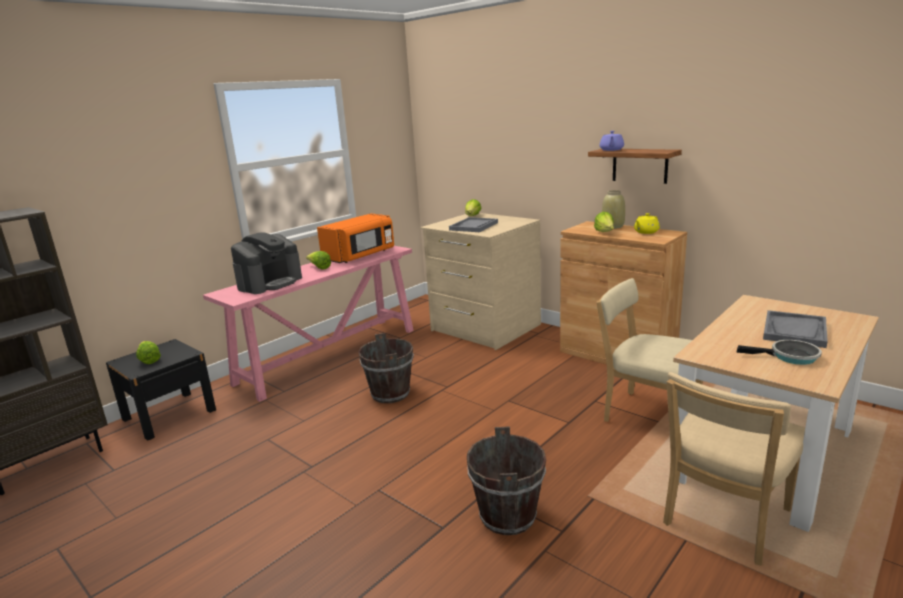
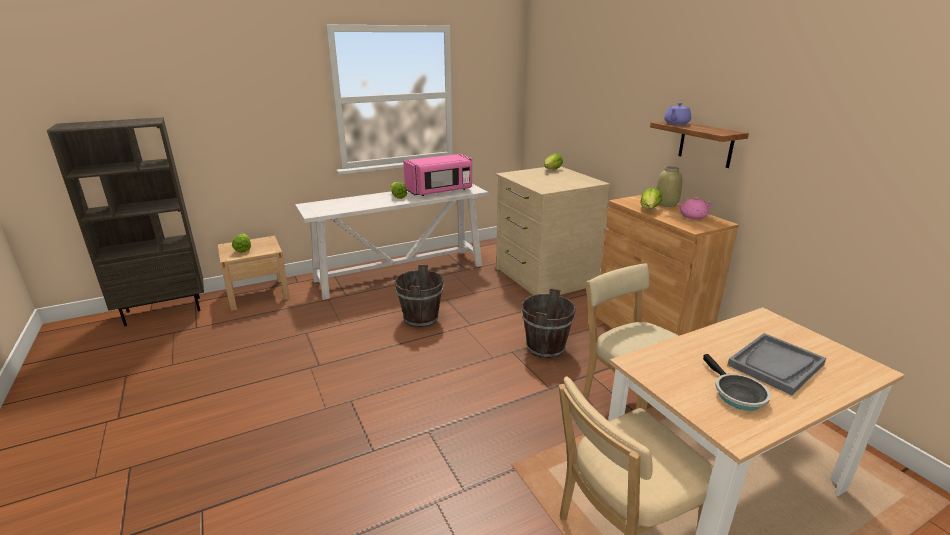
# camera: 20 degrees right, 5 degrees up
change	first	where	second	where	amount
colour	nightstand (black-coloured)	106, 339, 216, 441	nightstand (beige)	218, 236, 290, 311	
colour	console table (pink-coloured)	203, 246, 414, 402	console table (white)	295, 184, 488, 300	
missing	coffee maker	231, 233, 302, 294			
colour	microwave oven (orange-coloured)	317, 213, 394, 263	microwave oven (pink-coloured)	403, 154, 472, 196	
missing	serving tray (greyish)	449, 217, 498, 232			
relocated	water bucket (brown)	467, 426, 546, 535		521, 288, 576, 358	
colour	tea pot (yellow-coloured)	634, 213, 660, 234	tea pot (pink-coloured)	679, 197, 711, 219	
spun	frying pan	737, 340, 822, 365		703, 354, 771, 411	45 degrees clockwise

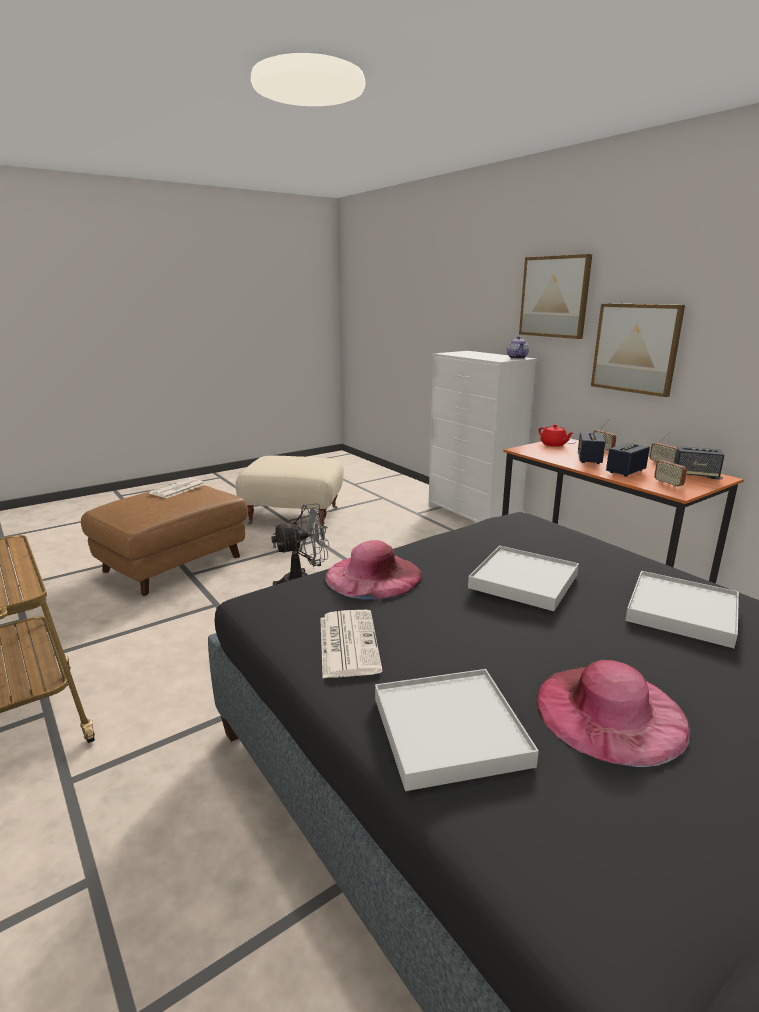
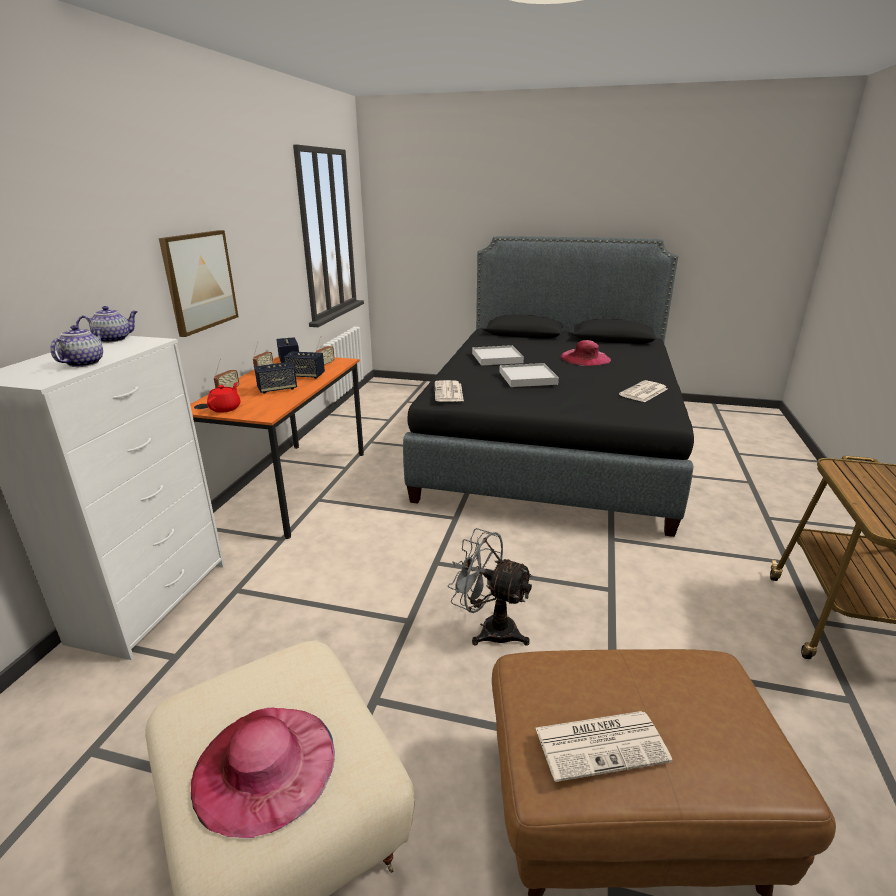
# camera: 130 degrees left, 5 degrees up
change	first	where	second	where	amount
relocated	hat (pink-coloured)	325, 540, 423, 600		191, 708, 335, 838	
missing	serving tray (white)	375, 669, 539, 791			
missing	wall picture	519, 254, 592, 339			
appeared			tea pot	50, 325, 103, 367	
appeared			printed paper	435, 380, 464, 402	

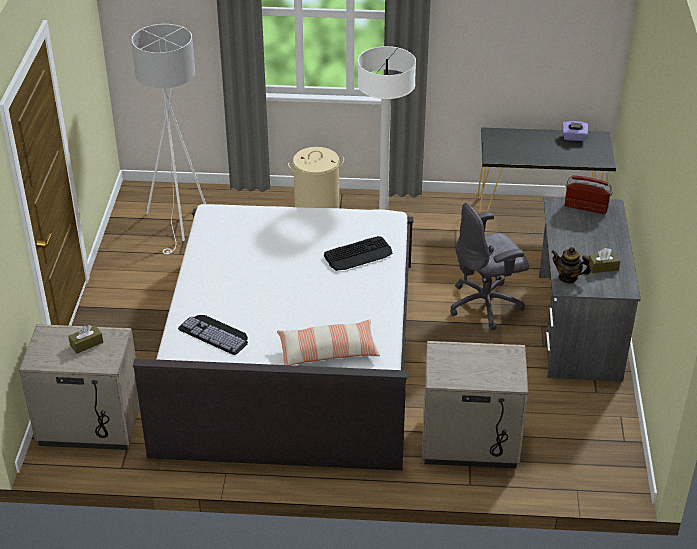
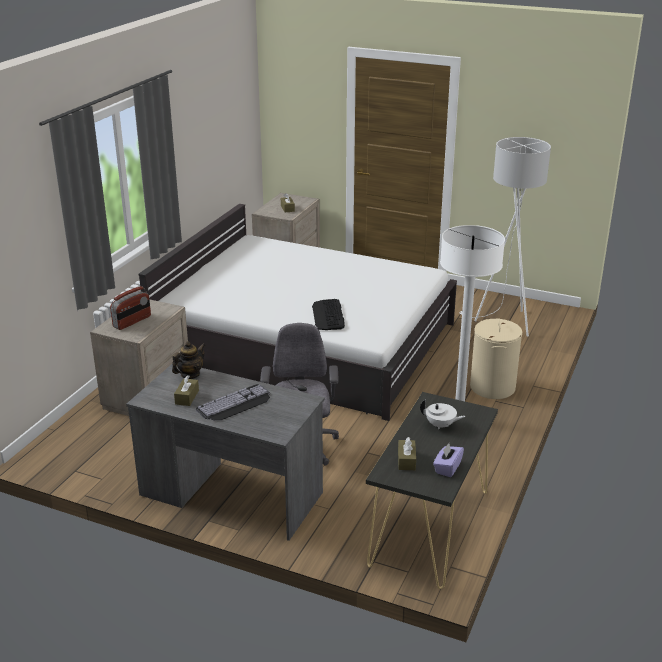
# camera: 110 degrees right, 10 degrees down
change	first	where	second	where	amount
relocated	PC keyboard	178, 315, 248, 355		196, 384, 270, 420	
missing	pillow	277, 319, 380, 365			
relocated	radio receiver	565, 175, 612, 214		110, 286, 151, 330	
appeared			tissue holder (brown)	398, 437, 416, 470	
appeared			tea pot (white)	420, 399, 465, 430	

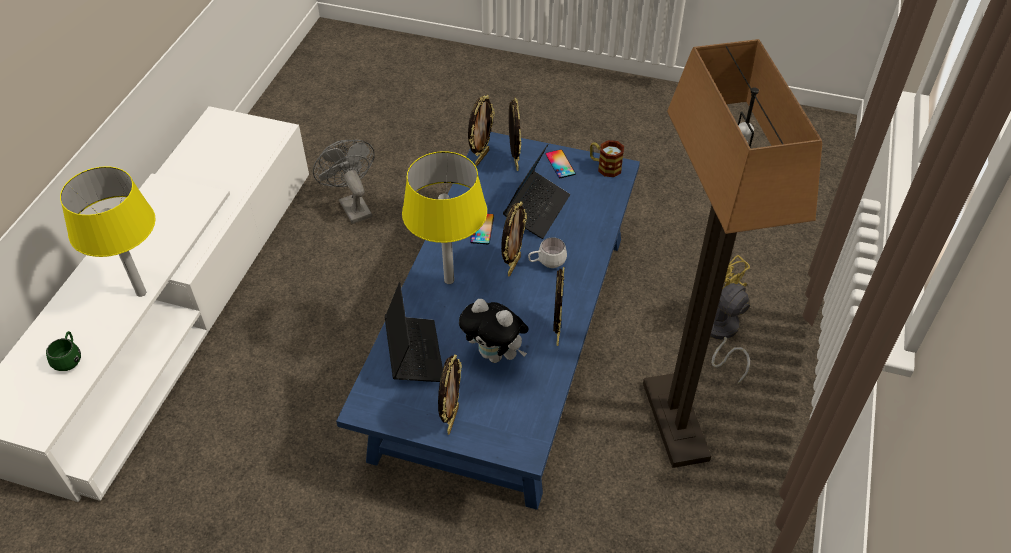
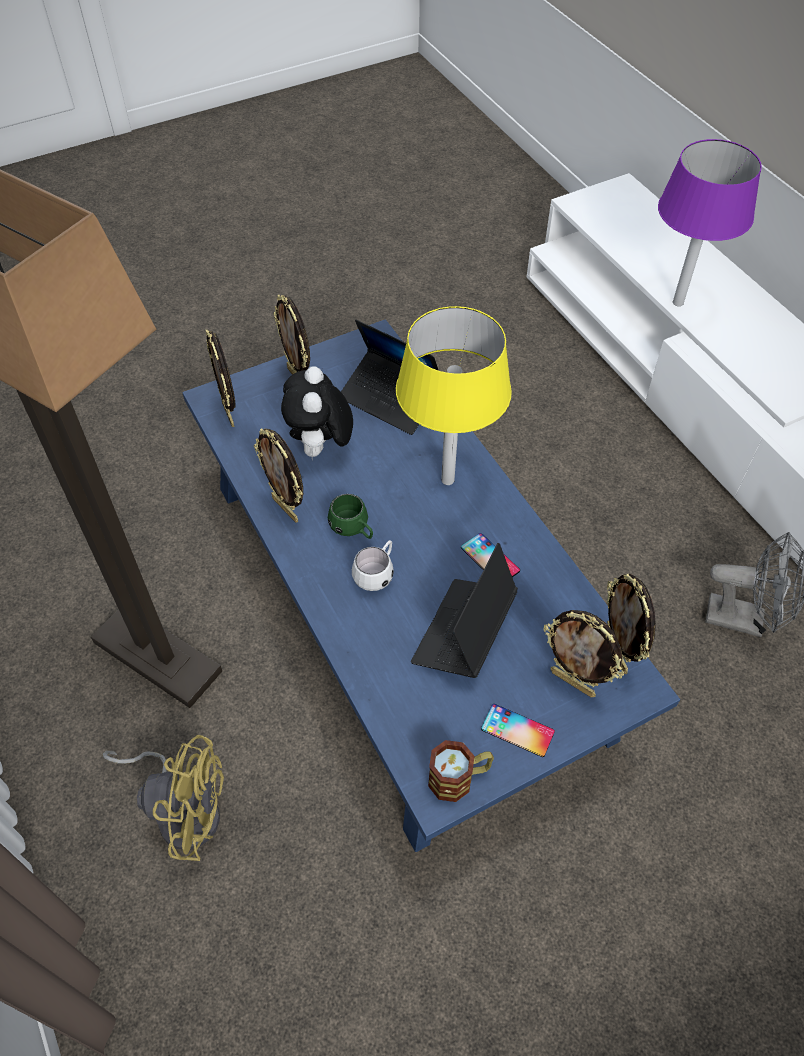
# camera: 135 degrees right, 5 degrees up
change	first	where	second	where	amount
relocated	tea mug (green-coloured)	46, 331, 81, 371		328, 494, 373, 539	
colour	table lamp (yellow-coloured)	60, 166, 156, 297	table lamp (purplish)	658, 139, 762, 306	
spun	plush toy	459, 299, 529, 363		281, 366, 353, 461	75 degrees counterclockwise
relocated	standing frame	501, 201, 527, 277		206, 330, 236, 427	
spun	portable computer	503, 144, 570, 239		411, 543, 518, 678	45 degrees clockwise

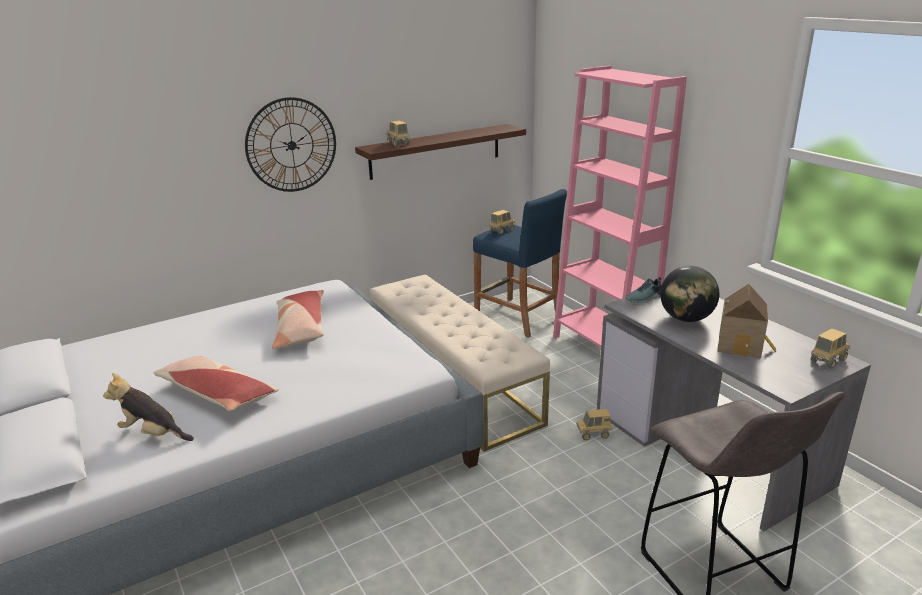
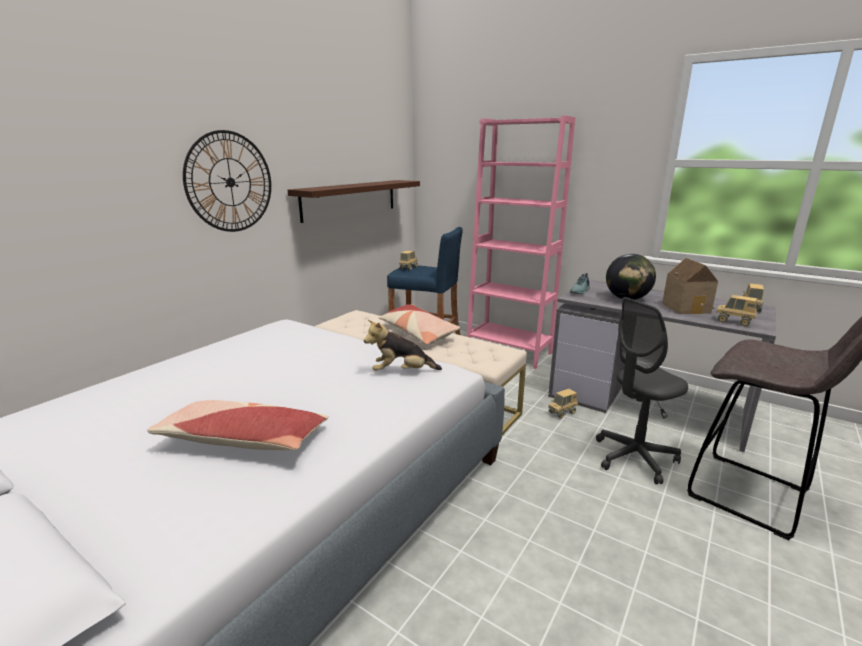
# camera: 25 degrees left, 5 degrees down
change	first	where	second	where	amount
relocated	plush toy	103, 373, 194, 441		364, 320, 442, 371	
relocated	pillow	272, 290, 324, 349		379, 304, 460, 345	
relocated	toy lorry	387, 120, 410, 147		716, 295, 757, 327	
appeared			desk chair (greyish)	596, 297, 688, 484	

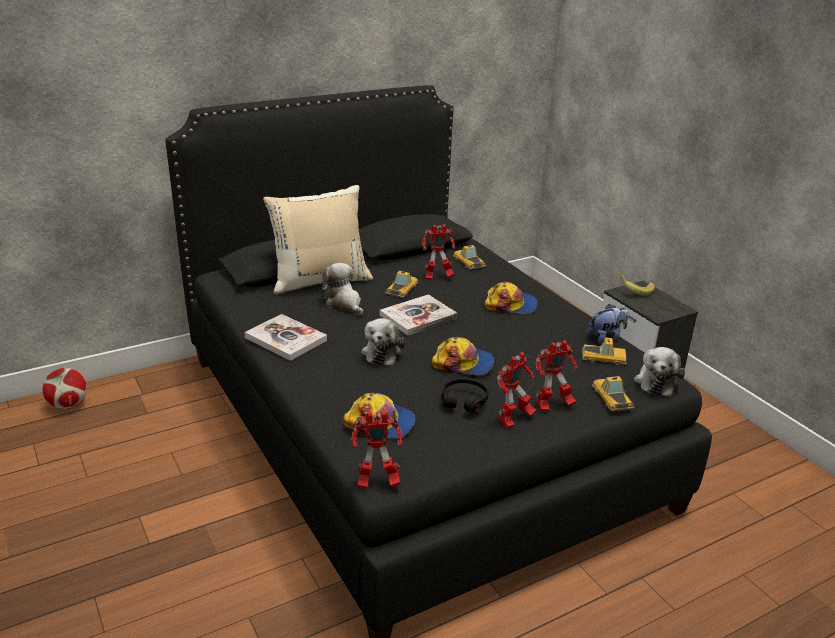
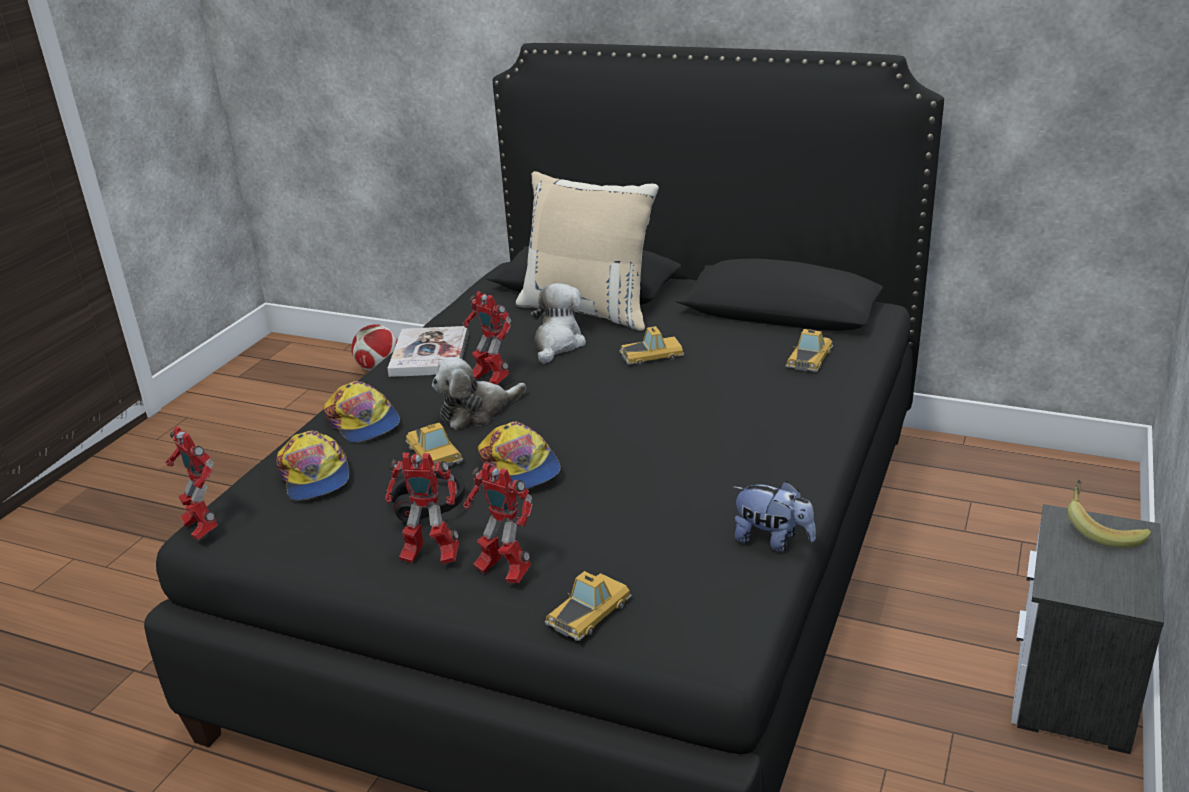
# camera: 55 degrees right, 0 degrees up
change	first	where	second	where	amount
missing	bound book	380, 294, 457, 336			
relocated	toy robot	422, 225, 455, 280		463, 291, 511, 385	
relocated	baseball cap	485, 282, 537, 314		324, 381, 400, 443	
relocated	model car	582, 338, 627, 365		405, 423, 463, 468	
missing	plush toy	634, 347, 685, 396			

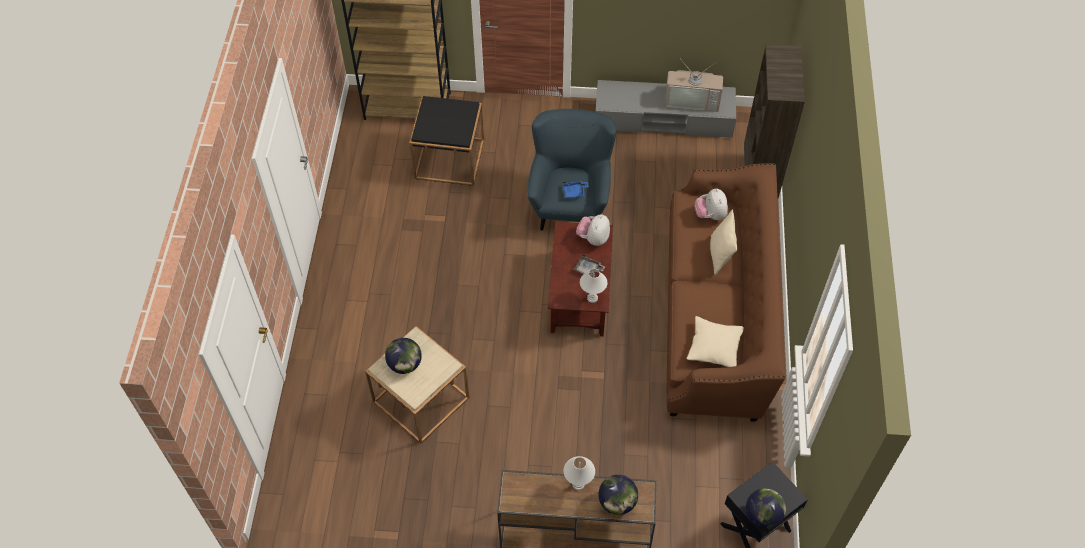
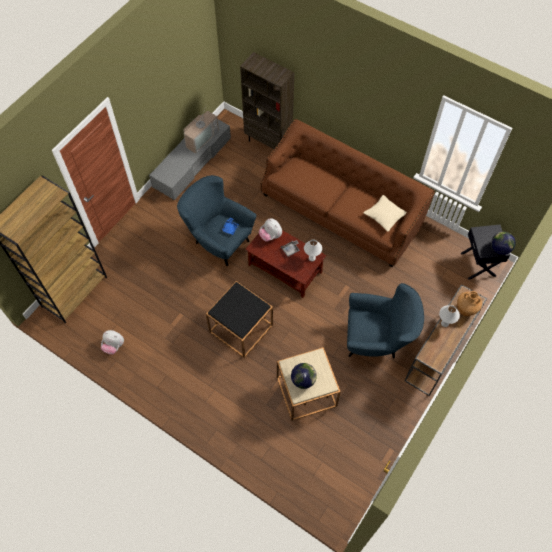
# camera: 60 degrees left, 5 degrees up
change	first	where	second	where	amount
relocated	accent table (black-coloured)	409, 96, 484, 186		206, 281, 273, 358	
exchanged	globe	598, 475, 638, 515	flower vase (brown)	457, 291, 482, 316	
relocated	plush toy	694, 189, 728, 220		101, 330, 124, 355	
missing	pillow (beige)	710, 210, 737, 275			
appeared			easy chair (blue)	347, 283, 424, 359	

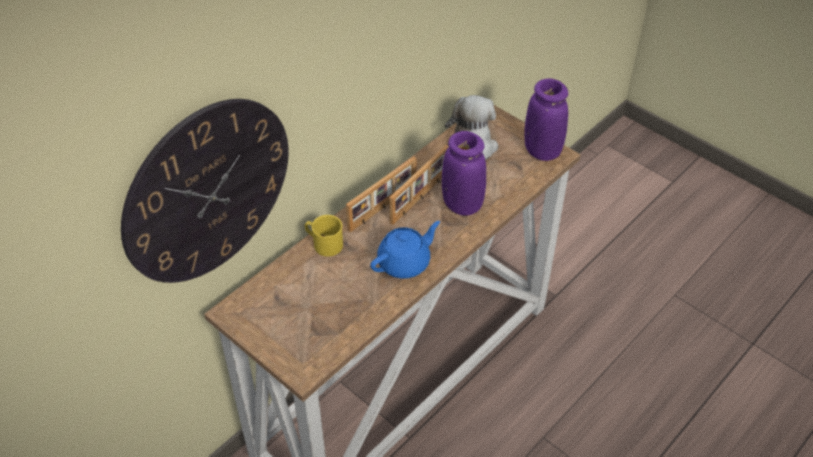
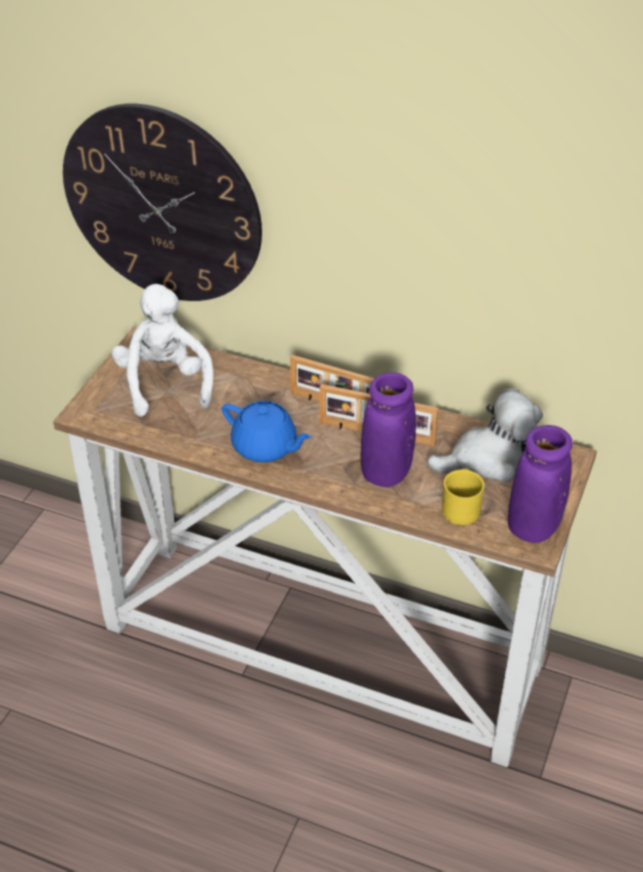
# camera: 70 degrees right, 5 degrees down
change	first	where	second	where	amount
relocated	tea mug (yellow-coloured)	305, 215, 343, 257		442, 468, 485, 525	
appeared			plush toy (white)	112, 284, 214, 417	

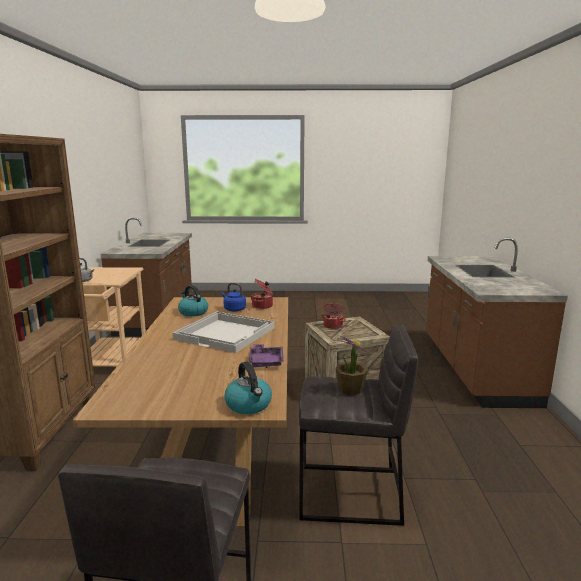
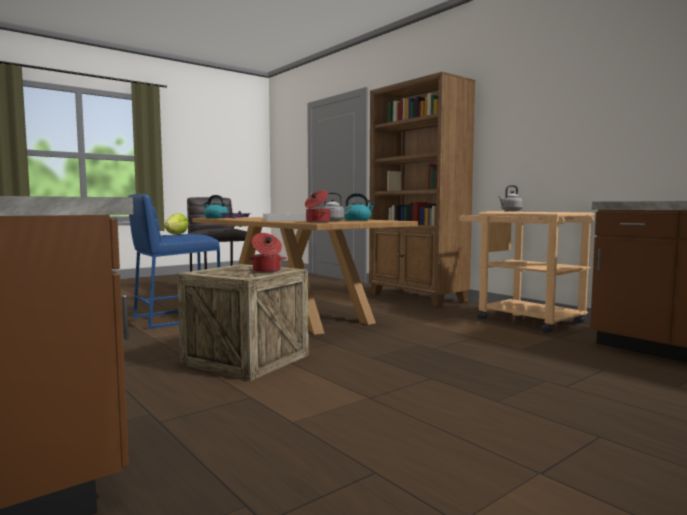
# camera: 140 degrees right, 10 degrees down
change	first	where	second	where	amount
colour	water kettle (blue)	221, 283, 246, 312	water kettle (greyish)	323, 192, 351, 221	
colour	sitting stool (greyish)	299, 325, 418, 526	sitting stool (blue)	128, 194, 220, 329	
exchanged	houseplant	335, 336, 368, 395	head of lettuce	164, 213, 189, 234	

